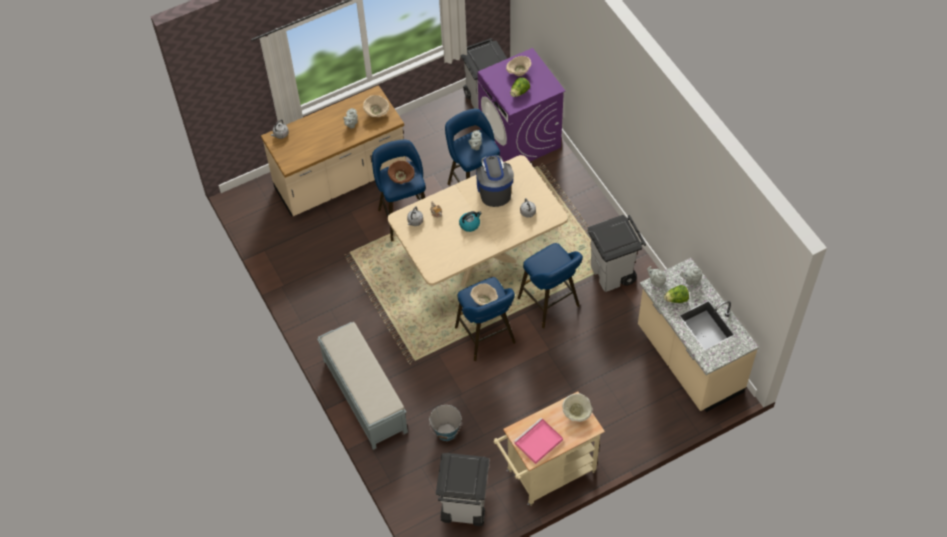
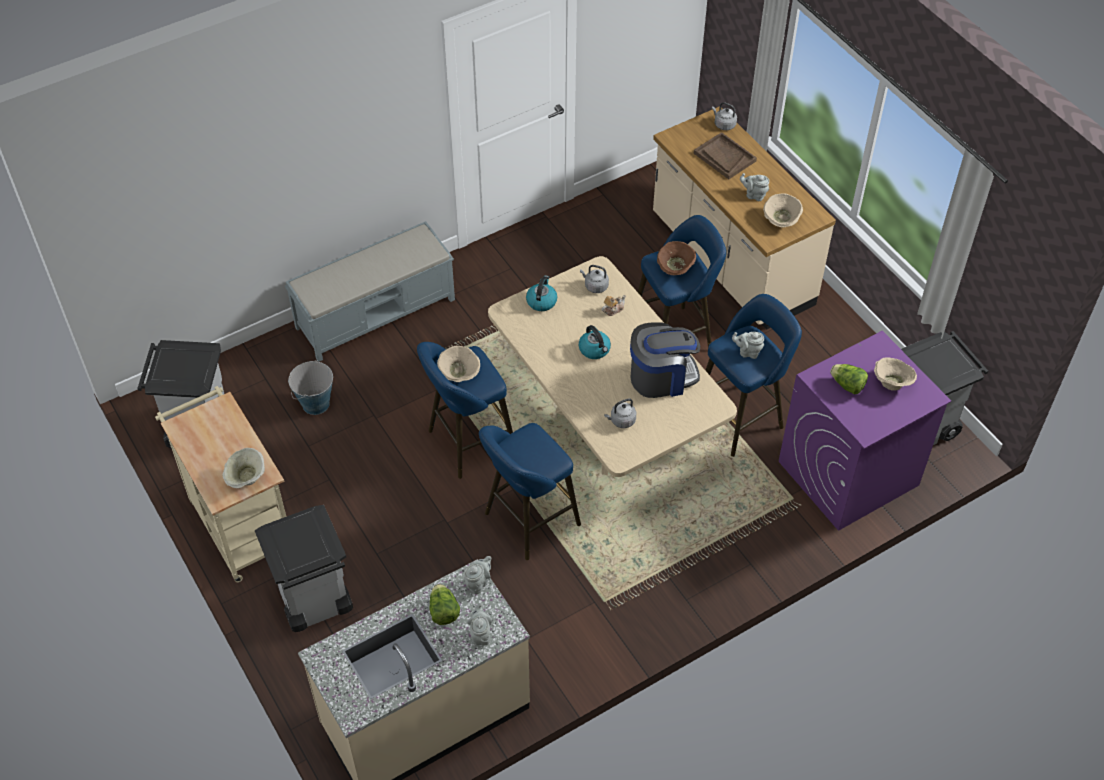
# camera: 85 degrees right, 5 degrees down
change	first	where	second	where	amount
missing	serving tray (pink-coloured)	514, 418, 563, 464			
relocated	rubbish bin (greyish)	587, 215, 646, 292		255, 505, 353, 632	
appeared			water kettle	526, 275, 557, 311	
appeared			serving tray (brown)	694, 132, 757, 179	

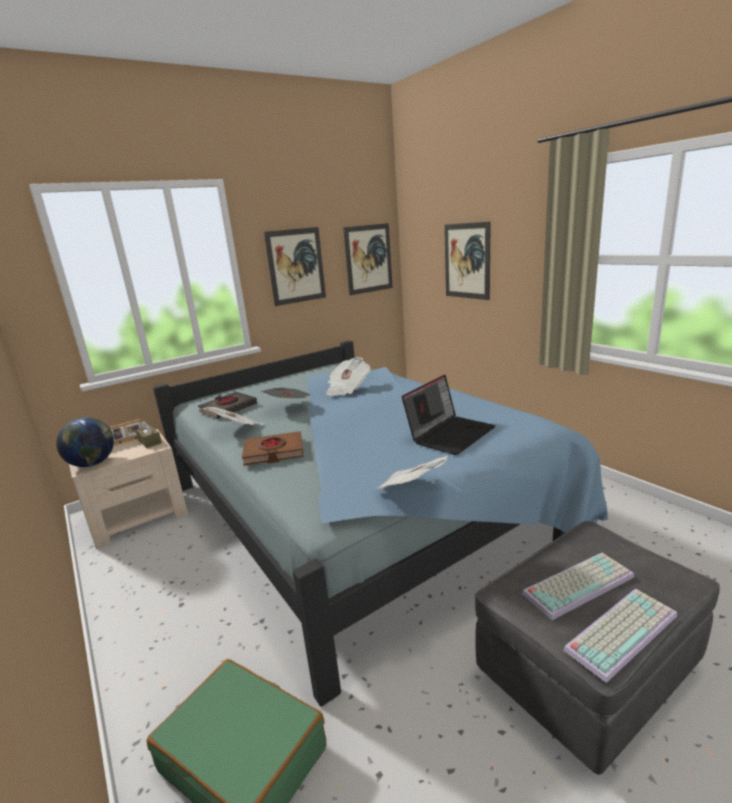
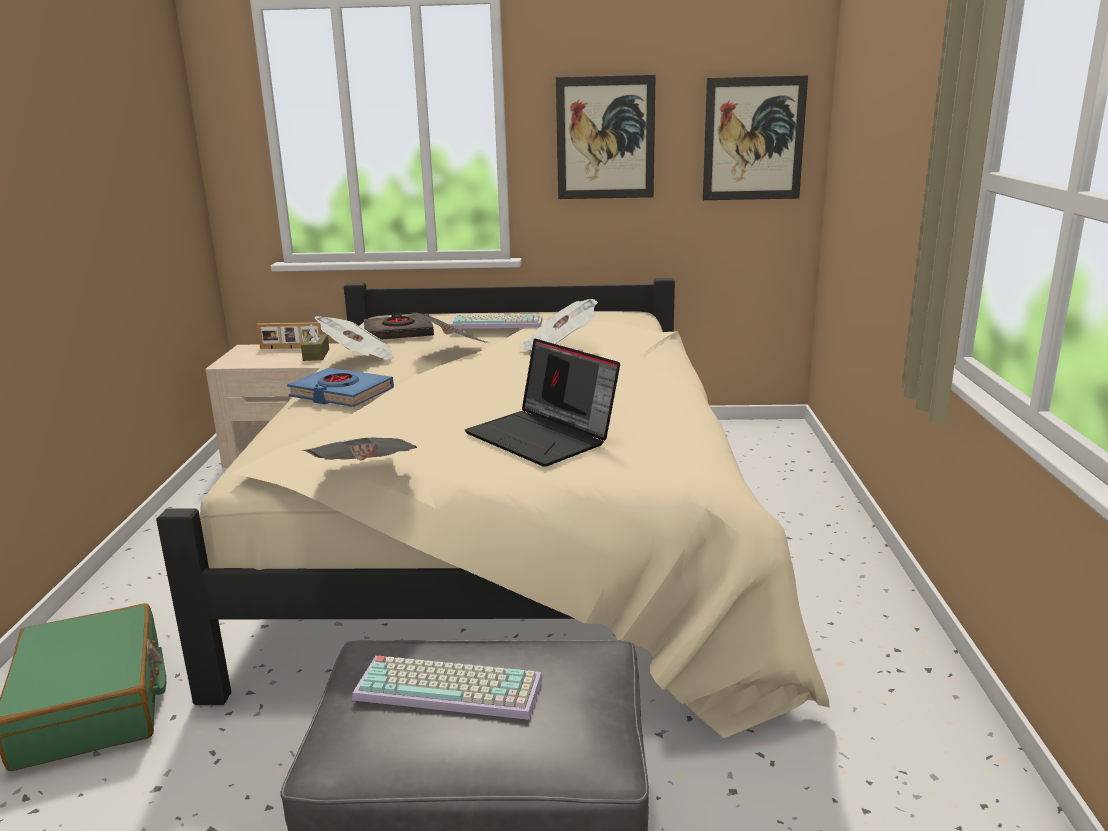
# camera: 35 degrees right, 0 degrees up
change	first	where	second	where	amount
missing	globe	56, 417, 114, 467			
colour	bed (blue)	153, 341, 608, 707	bed (beige)	156, 278, 830, 738	
colour	bound book (brown)	242, 431, 304, 466	bound book (blue)	287, 368, 394, 407	
spun	portable computer	402, 374, 495, 455		465, 339, 620, 467	60 degrees clockwise
missing	wall picture	444, 222, 491, 300			
relocated	PC keyboard	563, 588, 677, 683		450, 314, 543, 329	

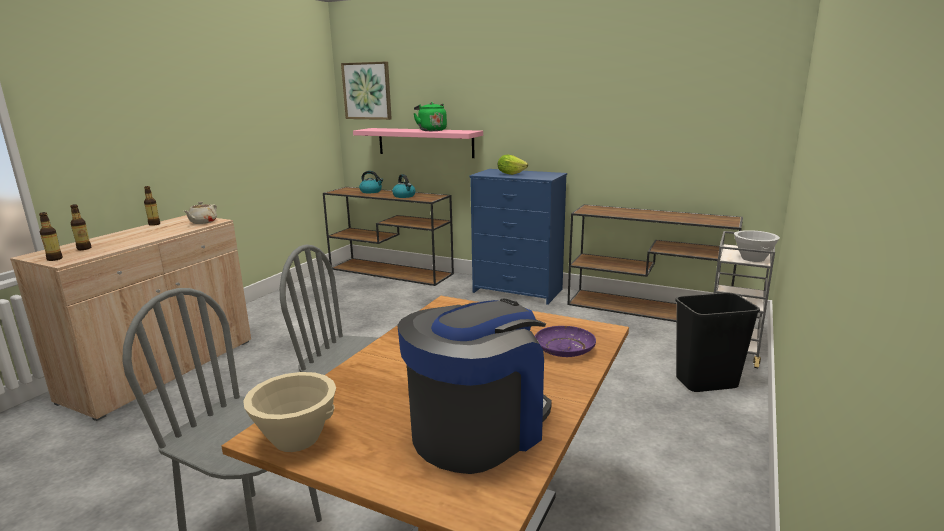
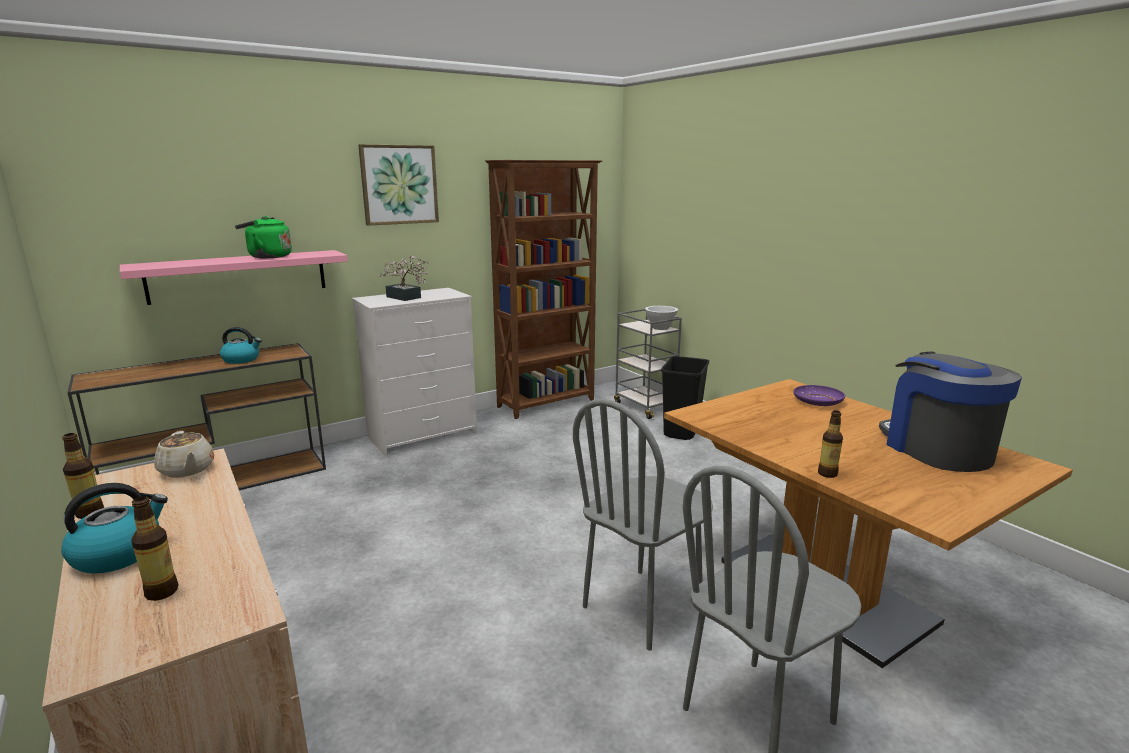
# camera: 60 degrees left, 0 degrees up
change	first	where	second	where	amount
relocated	bottle	39, 212, 63, 261		818, 410, 843, 478	
missing	bowl (beige)	243, 372, 336, 452			
relocated	wall picture	341, 62, 392, 120		358, 144, 439, 226	
relocated	water kettle	359, 171, 383, 193		61, 483, 168, 574	
colour	dresser (blue)	469, 169, 567, 305	dresser (white)	352, 288, 477, 456	
exchanged	head of lettuce	498, 155, 528, 175	houseplant	378, 256, 429, 301	
exchanged	console table (brown)	568, 204, 743, 322	shelving unit (brown)	485, 160, 602, 419	

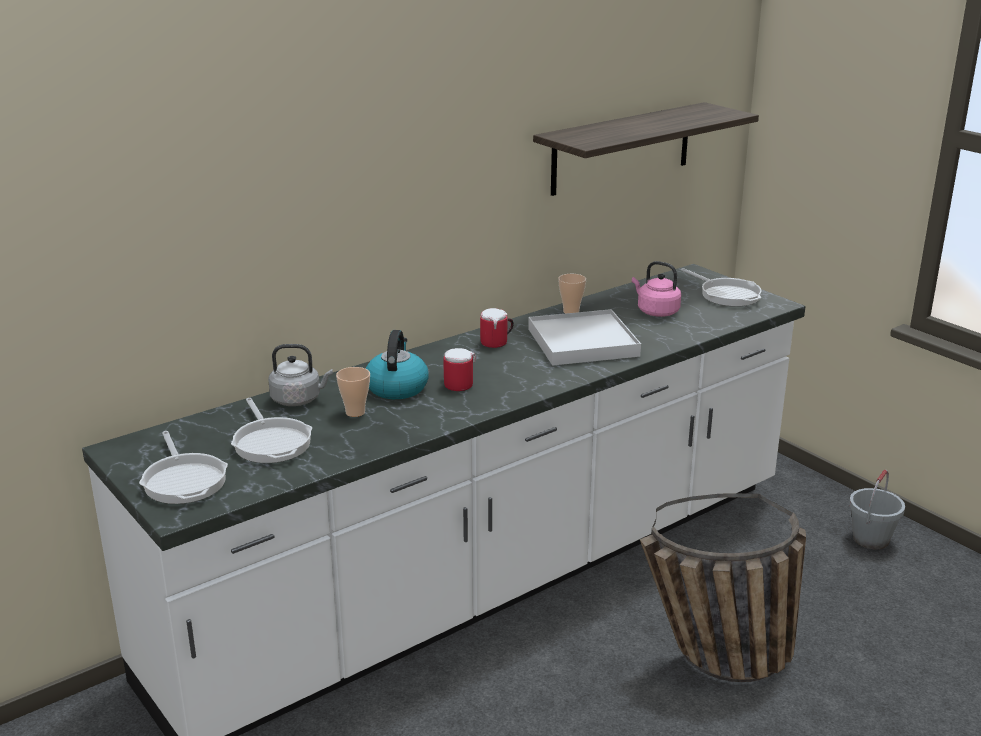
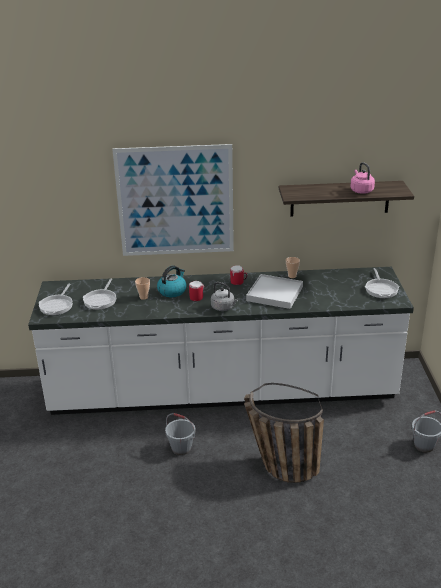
# camera: 35 degrees right, 5 degrees up
change	first	where	second	where	amount
relocated	water kettle (greyish)	268, 344, 333, 406		211, 282, 238, 311	
relocated	water kettle (pink-coloured)	632, 261, 681, 317		351, 162, 375, 194	
appeared			wall picture	112, 144, 234, 256	
appeared			water bucket (greyish)	165, 413, 196, 455	

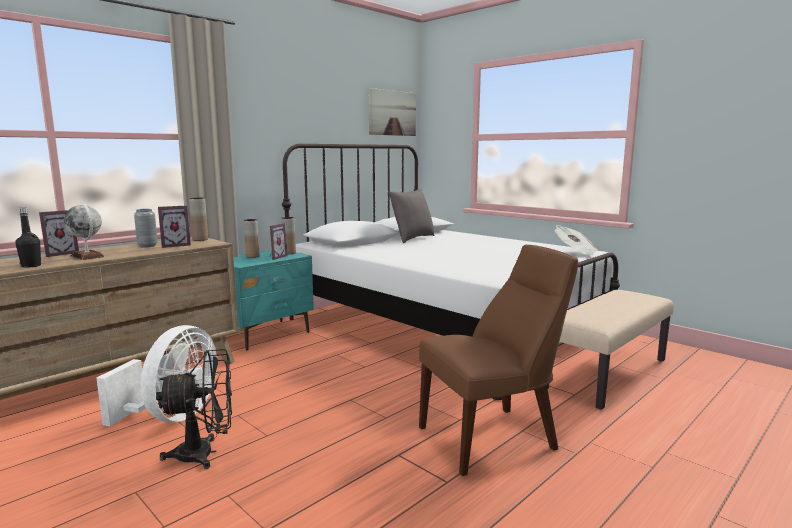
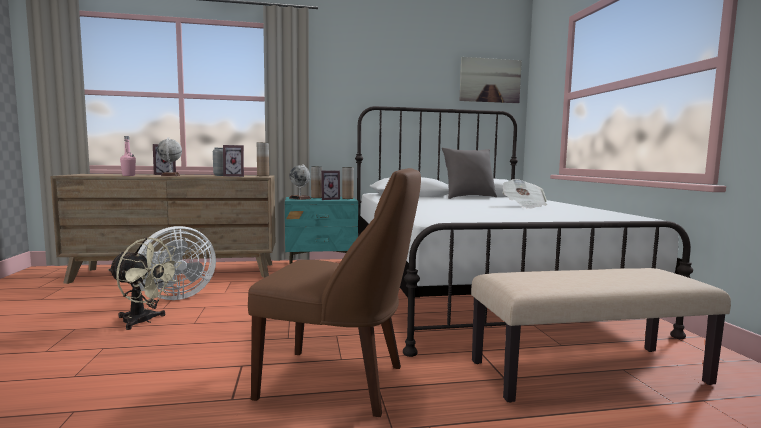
# camera: 35 degrees right, 5 degrees down
change	first	where	second	where	amount
colour	bottle (black-coloured)	15, 207, 41, 268	bottle (pink-coloured)	120, 136, 136, 176	
colour	electric fan (black-coloured)	156, 349, 232, 469	electric fan (beige)	108, 238, 182, 330	
relocated	printed paper	555, 225, 597, 256		502, 179, 548, 209	
appeared			globe	289, 164, 311, 200	

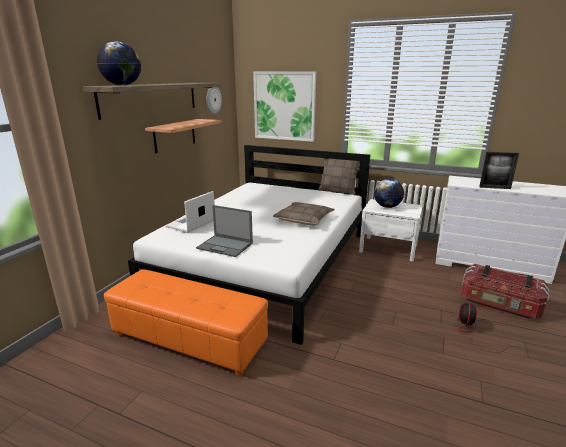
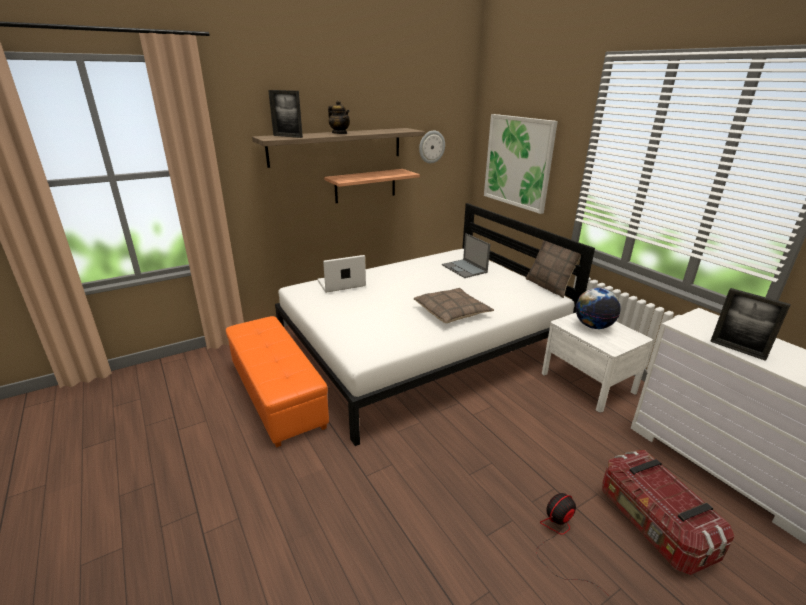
# camera: 35 degrees right, 5 degrees up
change	first	where	second	where	amount
exchanged	globe	97, 41, 141, 86	standing frame	268, 90, 303, 138	
relocated	portable computer	196, 205, 253, 257		442, 233, 490, 278	
appeared			tea pot	328, 100, 350, 134	

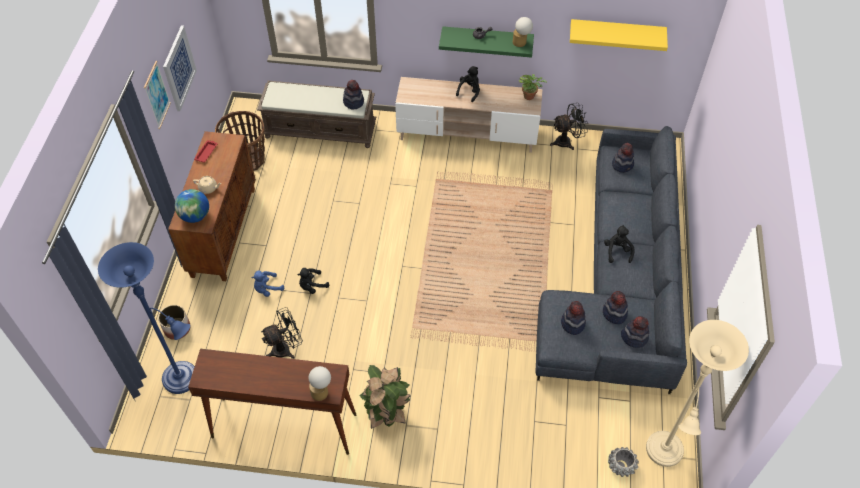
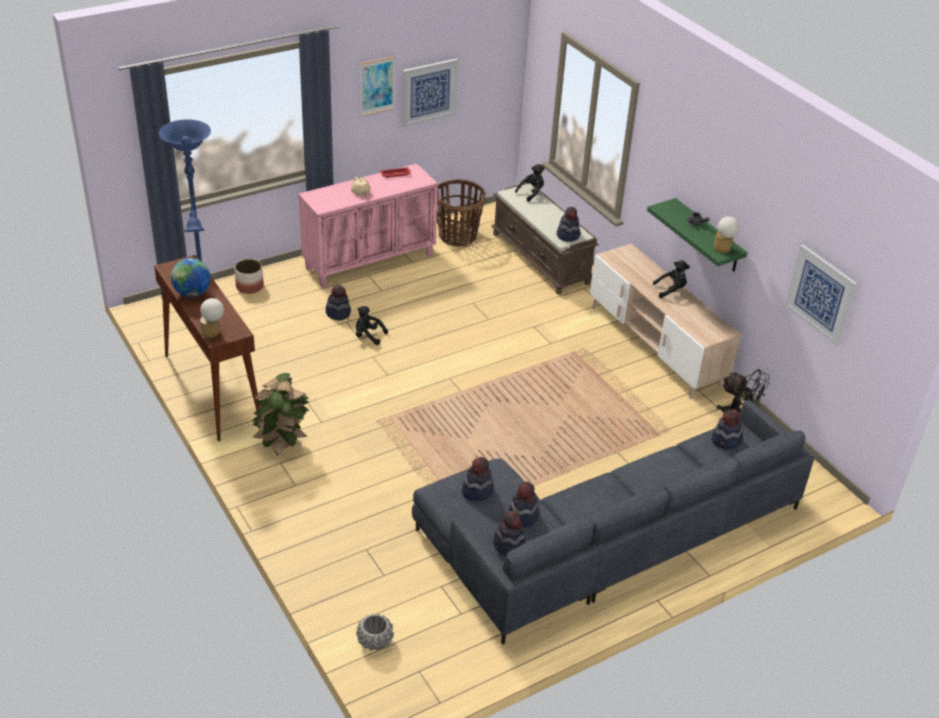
# camera: 50 degrees right, 15 degrees down
change	first	where	second	where	amount
colour	cupboard (brown)	168, 131, 256, 281	cupboard (pink-coloured)	299, 164, 438, 288	
relocated	globe	175, 189, 209, 223		171, 258, 211, 297	
exchanged	plush toy (blue)	251, 271, 284, 297	hat	326, 285, 351, 320	
missing	electric fan (black-coloured)	261, 307, 303, 359			
missing	houseplant	519, 74, 547, 100			
exchanged	wall shelf (yellow-coloured)	570, 19, 668, 51	wall picture	785, 244, 857, 346	
relocated	plush toy (black-coloured)	604, 225, 634, 263		515, 164, 545, 202	
missing	standard lamp (beige)	646, 320, 749, 467			

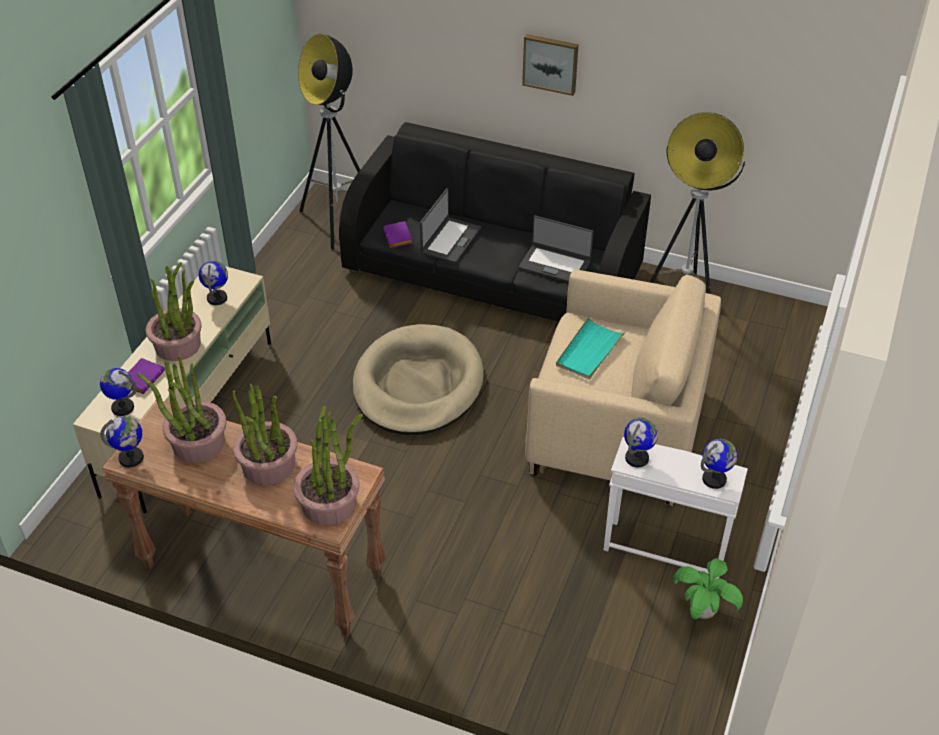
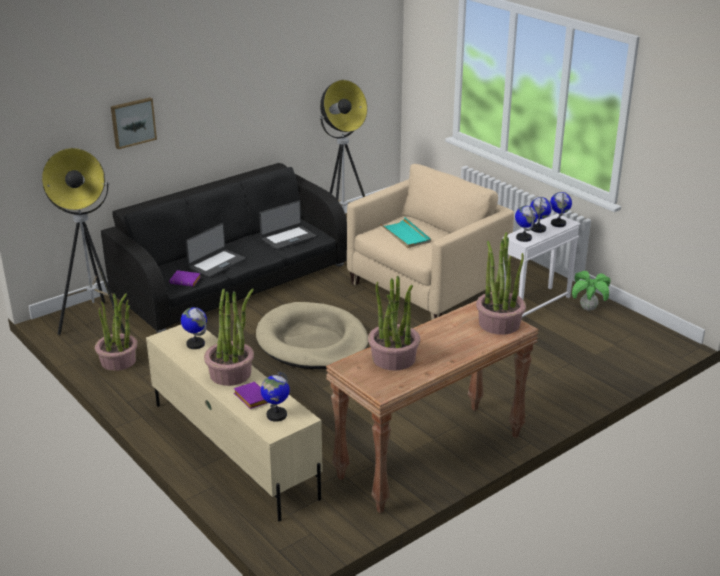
# camera: 60 degrees left, 15 degrees down
change	first	where	second	where	amount
relocated	globe	100, 416, 144, 467		530, 197, 552, 233	
relocated	houseplant	232, 383, 298, 485		95, 293, 138, 371	
spun	portable computer	420, 188, 481, 263		185, 223, 246, 278	75 degrees clockwise
relocated	wall picture	522, 34, 579, 96		111, 98, 157, 149	

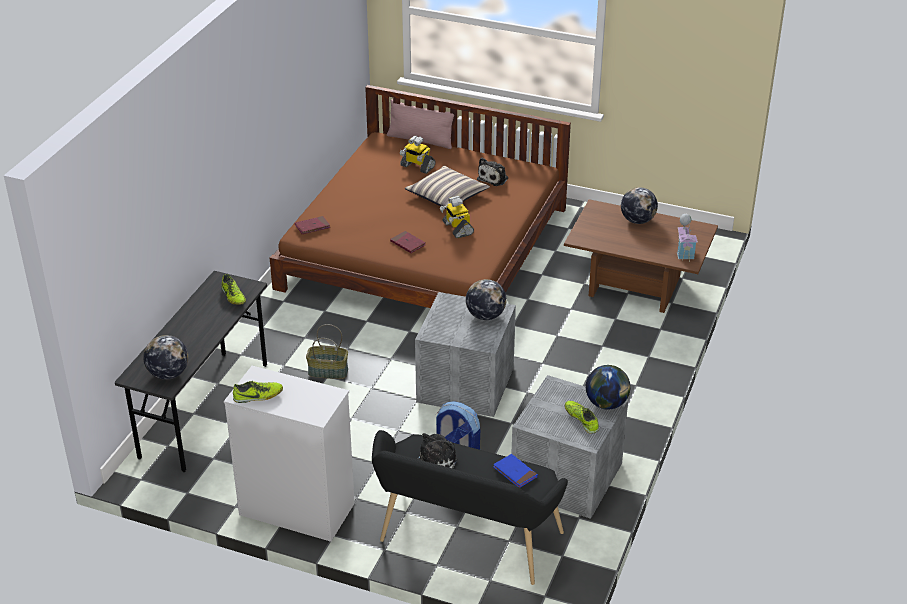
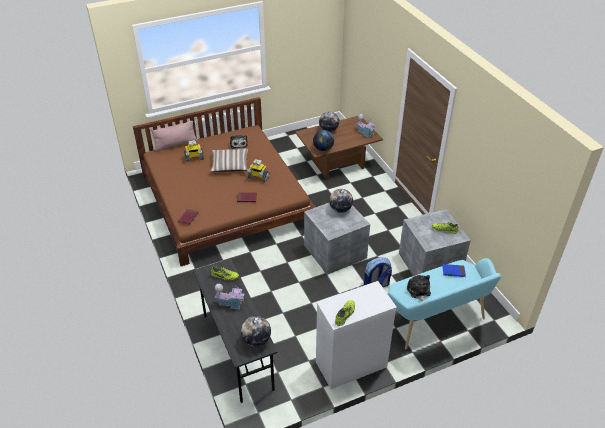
# camera: 45 degrees left, 5 degrees up
change	first	where	second	where	amount
missing	storage basket	306, 324, 348, 379			
colour	long seat (black-coloured)	372, 430, 568, 585	long seat (blue-green)	388, 258, 501, 349	
relocated	globe	586, 365, 631, 410		313, 130, 334, 151	
appeared			toy house	215, 284, 245, 309	

